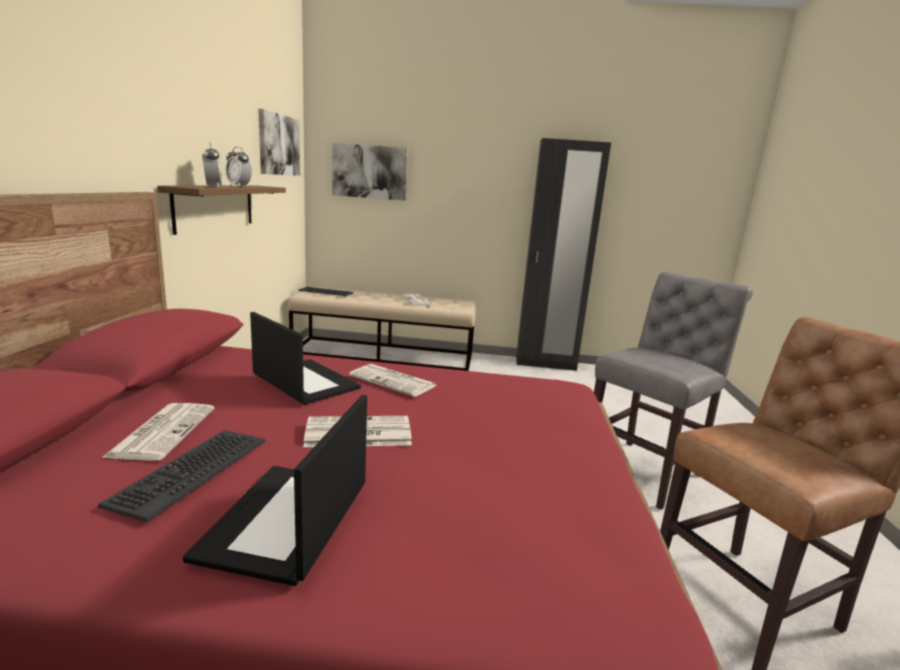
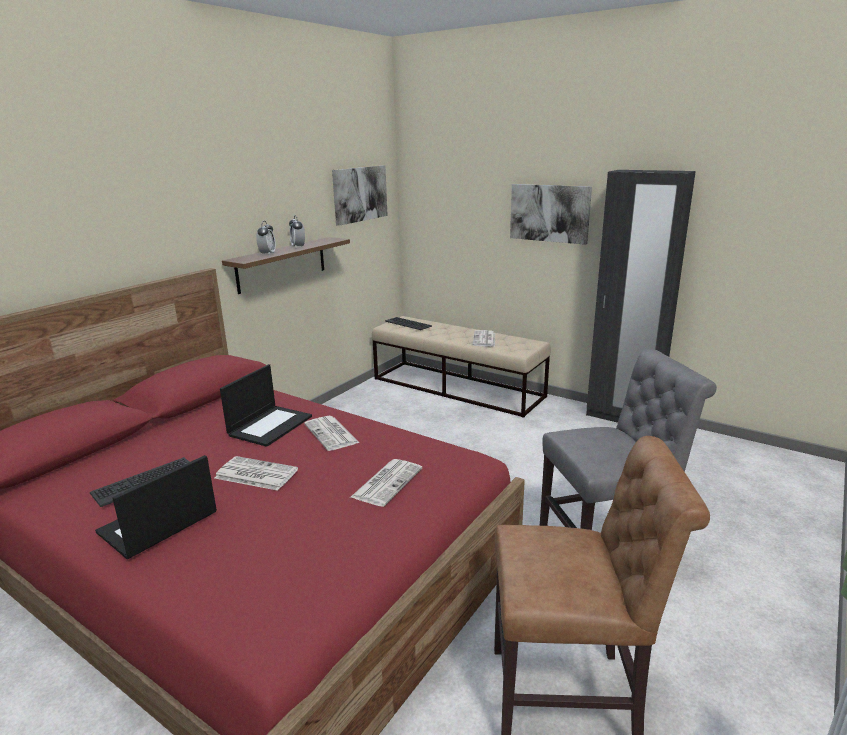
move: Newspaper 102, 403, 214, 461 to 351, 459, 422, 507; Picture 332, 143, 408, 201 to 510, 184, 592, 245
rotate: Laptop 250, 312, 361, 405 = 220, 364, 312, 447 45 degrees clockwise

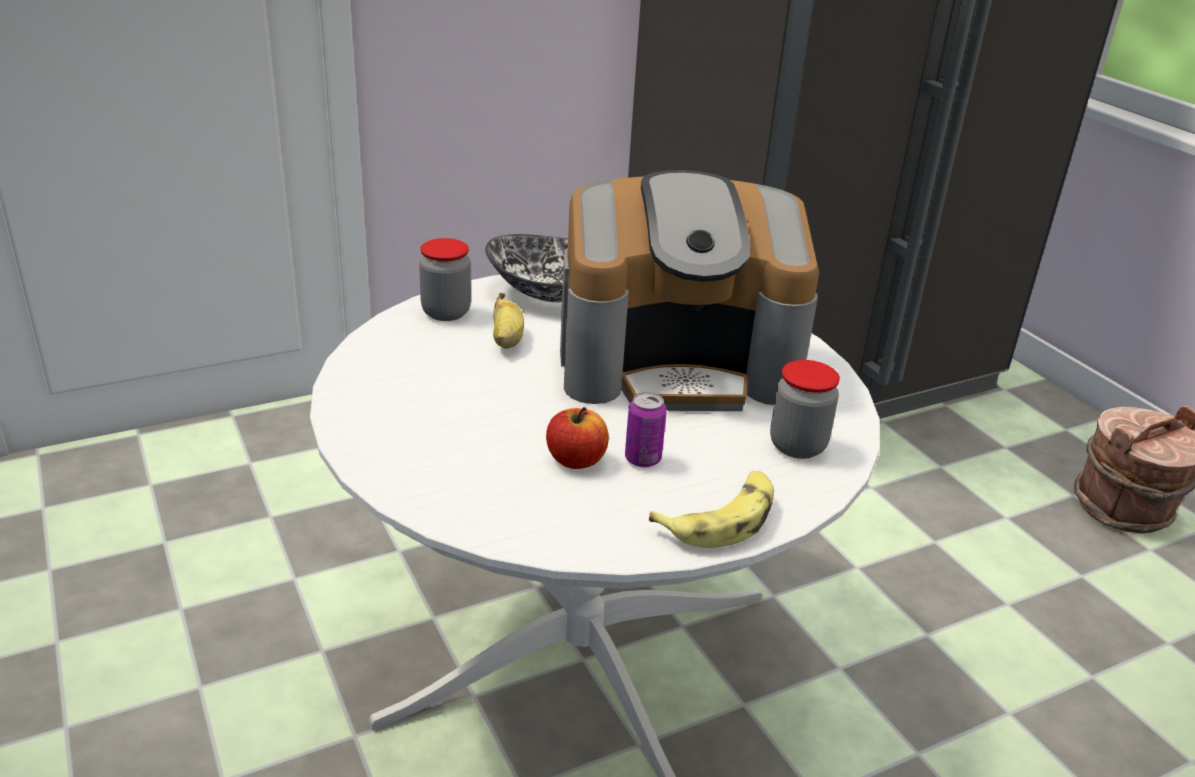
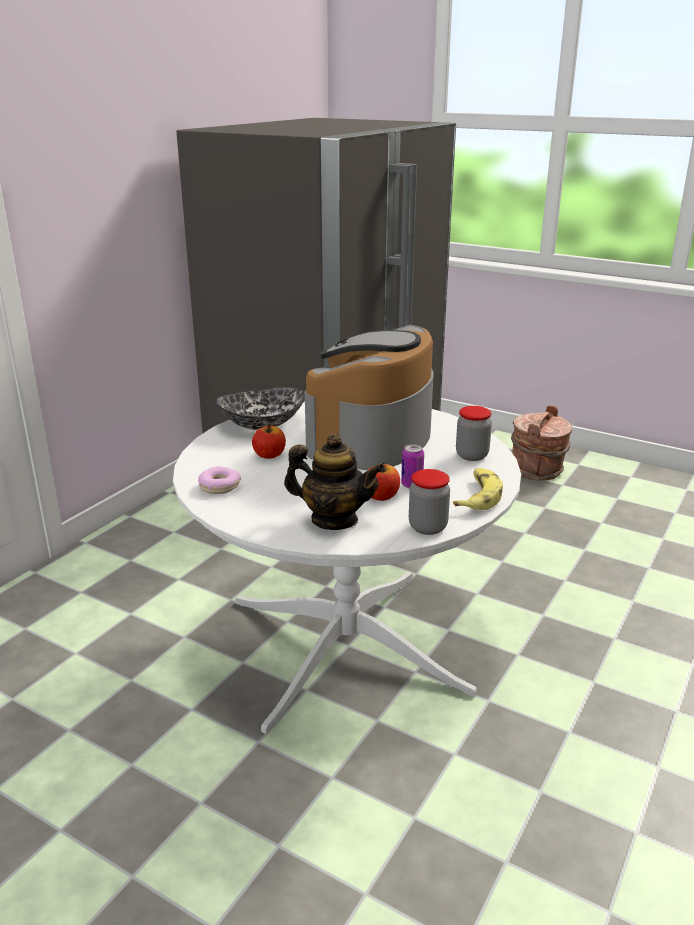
insert: Donut 198, 466, 241, 494; Teapot 284, 434, 385, 530
move: Jar 419, 238, 471, 321 to 409, 469, 450, 535
replace: Banana 493, 293, 524, 349 to Apple 252, 424, 286, 459
rotate: CoffeeMachine 560, 170, 819, 411 = 305, 325, 434, 470 150 degrees clockwise

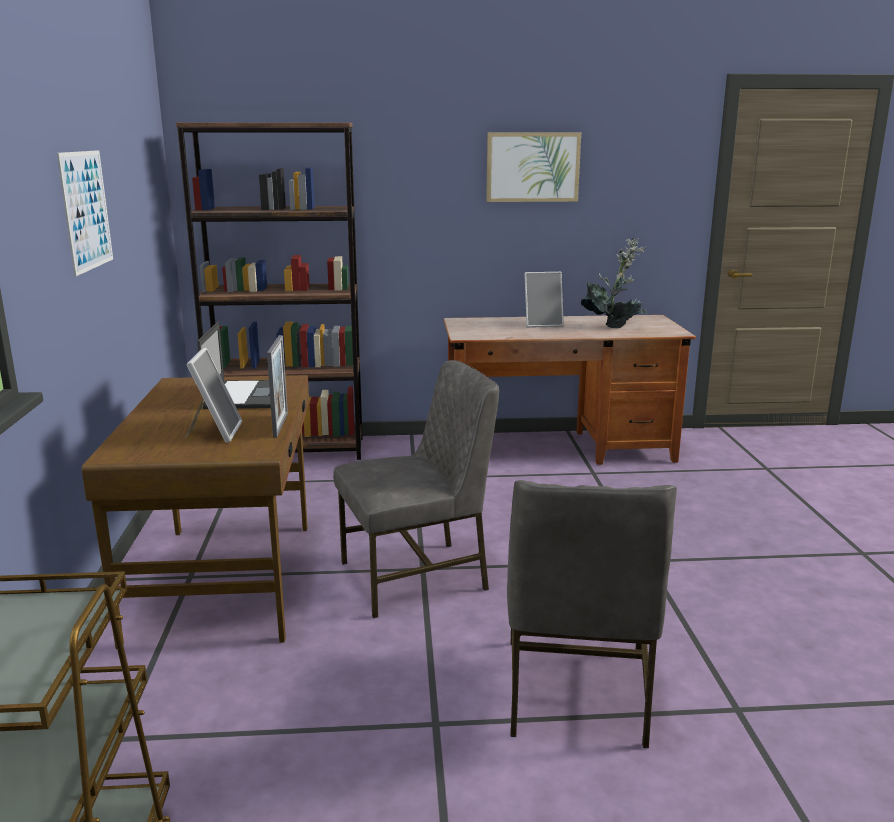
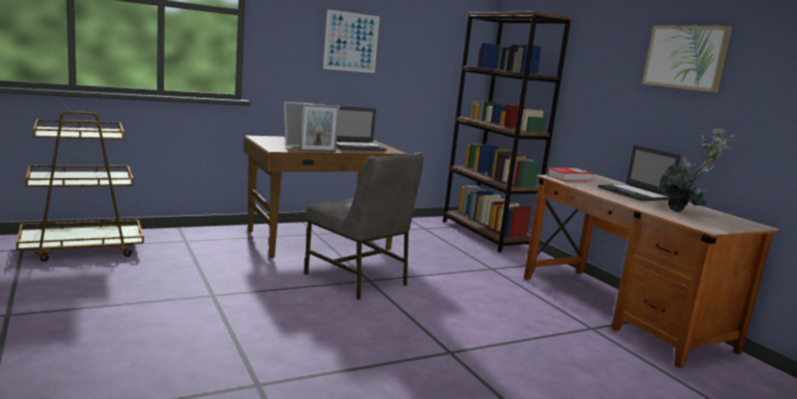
delete: GreyChair 507, 480, 677, 748
insert: Book 548, 168, 593, 181
replace: PictureFrame 524, 272, 564, 328 to Laptop 598, 145, 681, 201

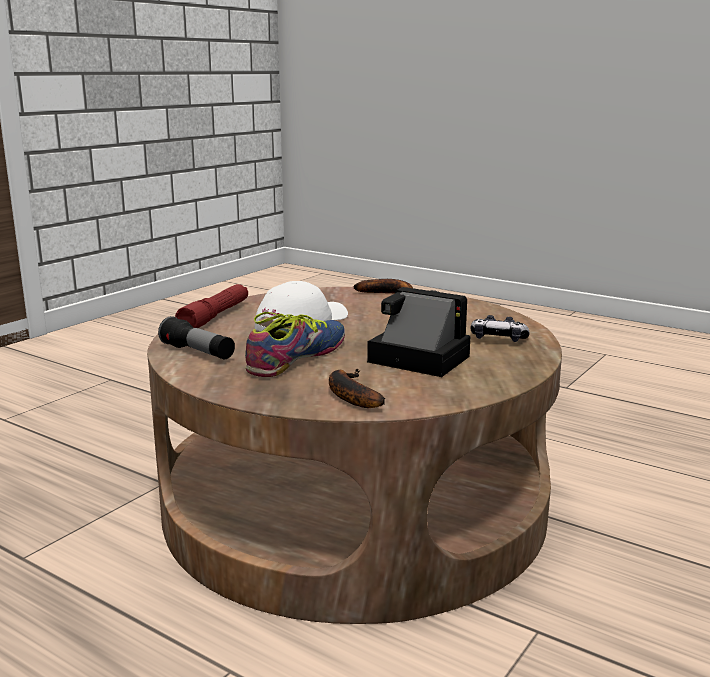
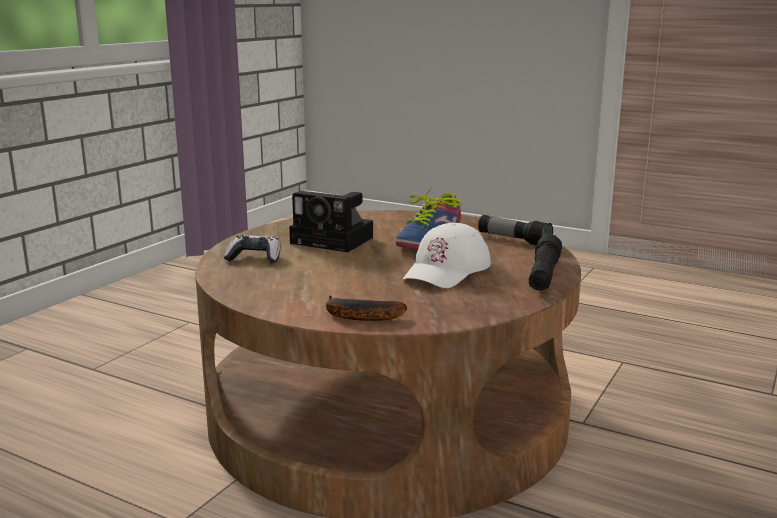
delete: Banana 329, 369, 385, 408
recolor: RedFlashlight 175, 284, 248, 328 to BlackFlashlight 529, 234, 562, 291

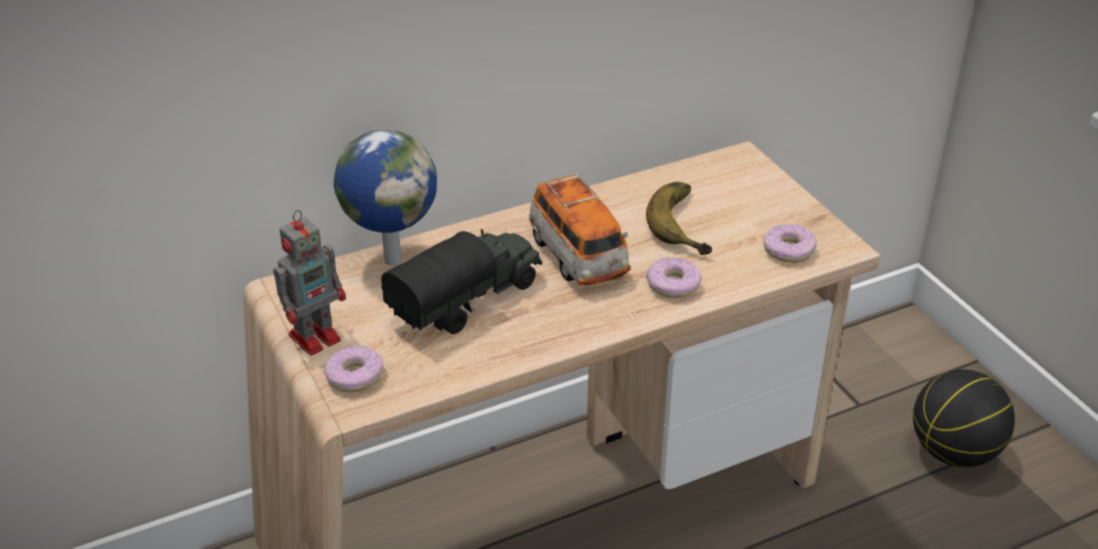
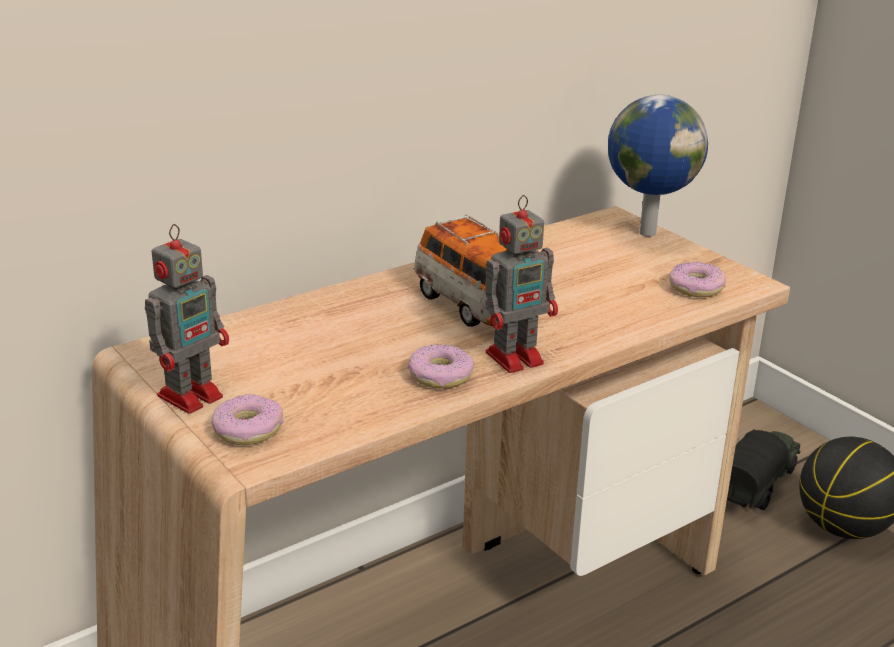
delete: Banana 646, 182, 712, 255
insert: ToyRobot 485, 195, 558, 373
move: Globe 334, 130, 437, 265 to 608, 95, 708, 237; ToyTruck 381, 229, 542, 334 to 727, 429, 801, 510; Donut 646, 257, 702, 298 to 407, 344, 474, 389

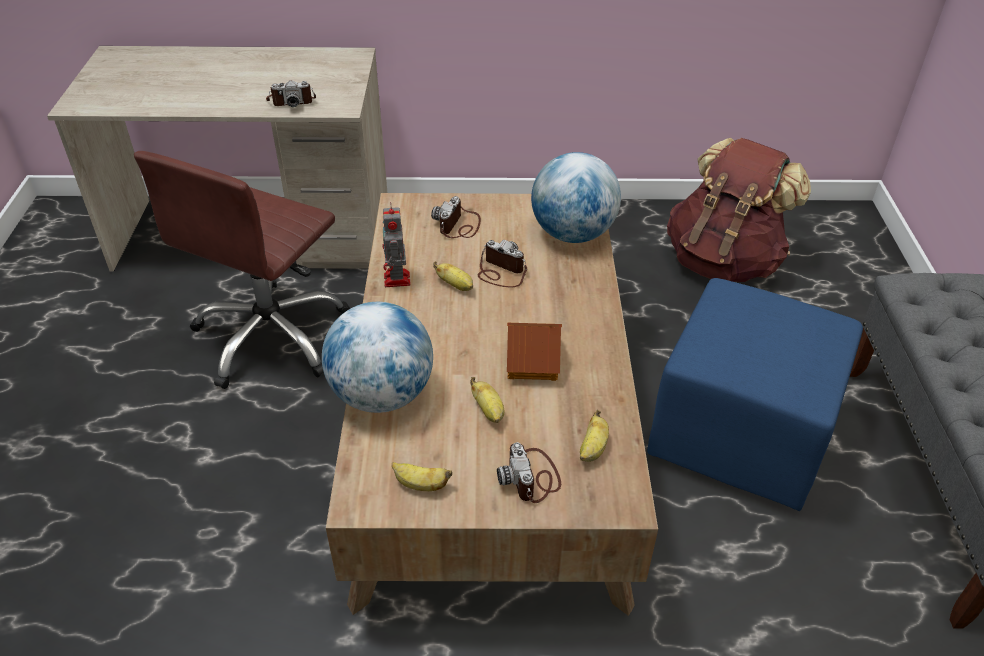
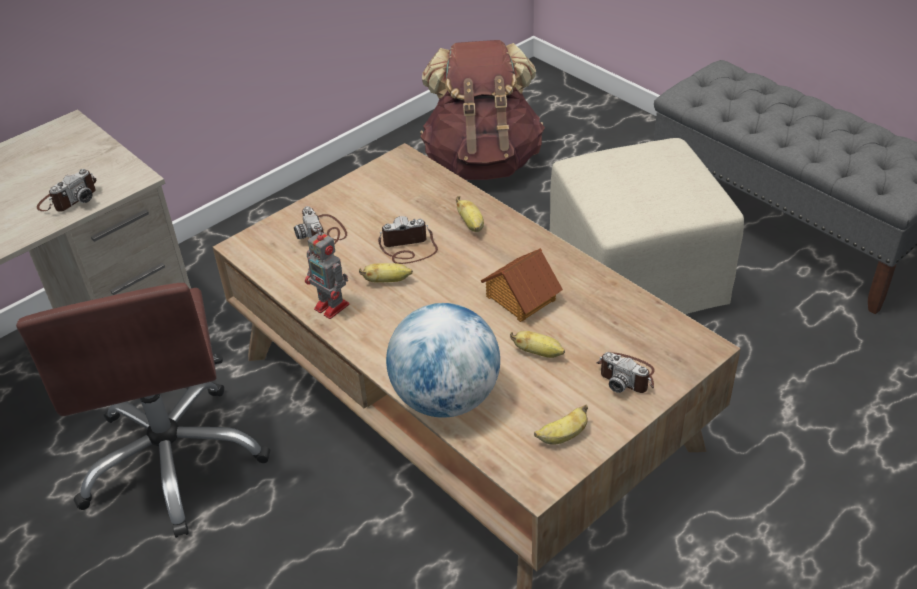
delete: Globe 531, 152, 621, 243
move: Banana 580, 410, 609, 462 to 456, 196, 484, 232
recolor: BlueOttoman 647, 278, 863, 511 to BeigeOttoman 550, 138, 744, 314

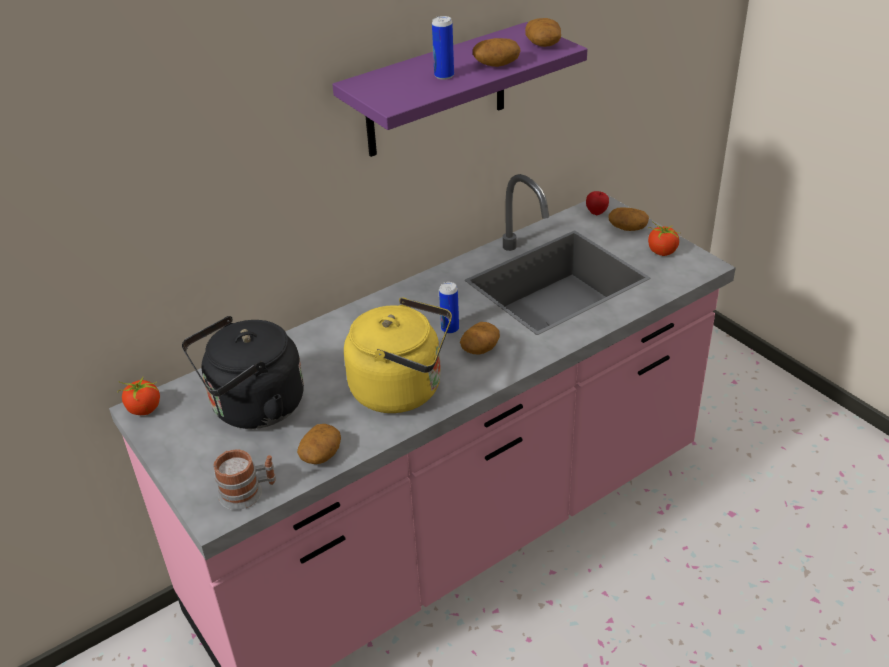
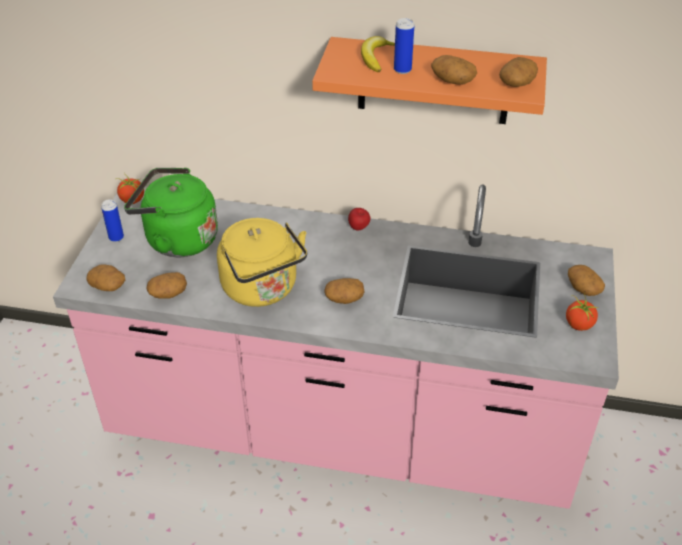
insert: Banana 361, 36, 395, 72
move: Can 439, 282, 459, 334 to 101, 199, 124, 242; Apple 586, 191, 609, 215 to 348, 208, 371, 231
replace: Mug 214, 449, 276, 510 to Potato 87, 264, 125, 291
recolor: BlackKettle 182, 316, 304, 429 to GreenKettle 124, 168, 218, 257; PurpleShelf 332, 22, 587, 157 to OrangeShelf 312, 37, 547, 124

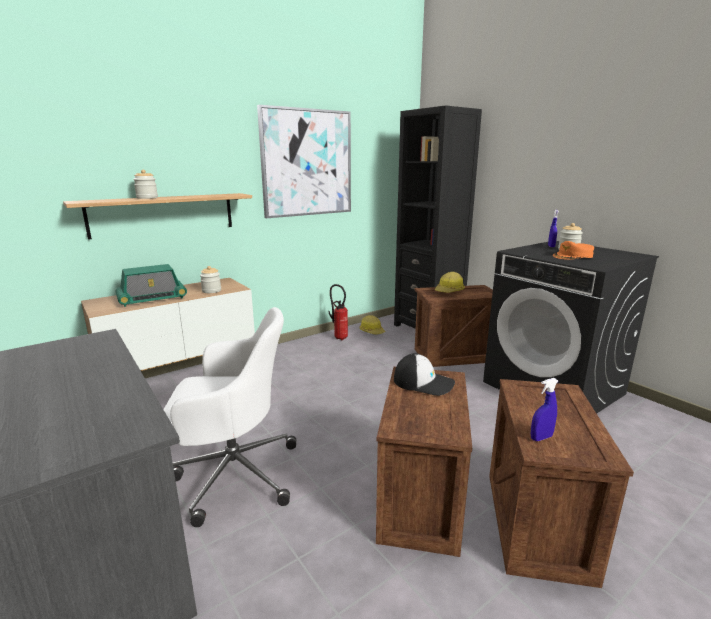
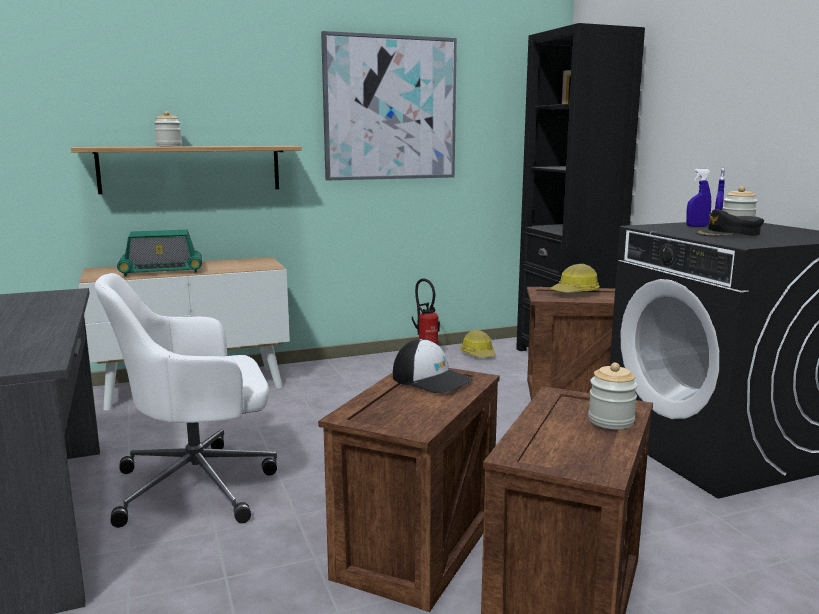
move: Jar 200, 266, 221, 293 to 588, 363, 638, 429; BlueSprayBottle 531, 378, 558, 441 to 686, 169, 711, 227
recolor: OrangeCap 553, 241, 594, 260 to BlackCap 696, 209, 764, 236
rotate: WhiteOfficeChair 163, 307, 297, 527 = 95, 273, 277, 528 150 degrees clockwise

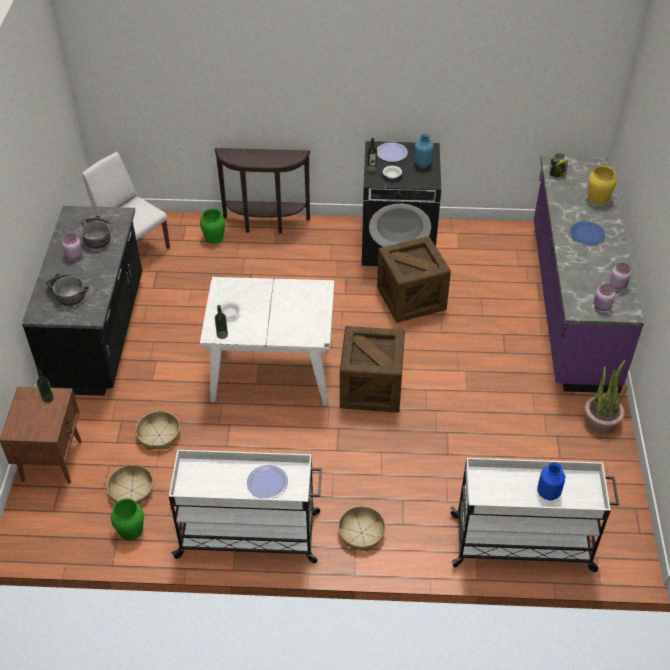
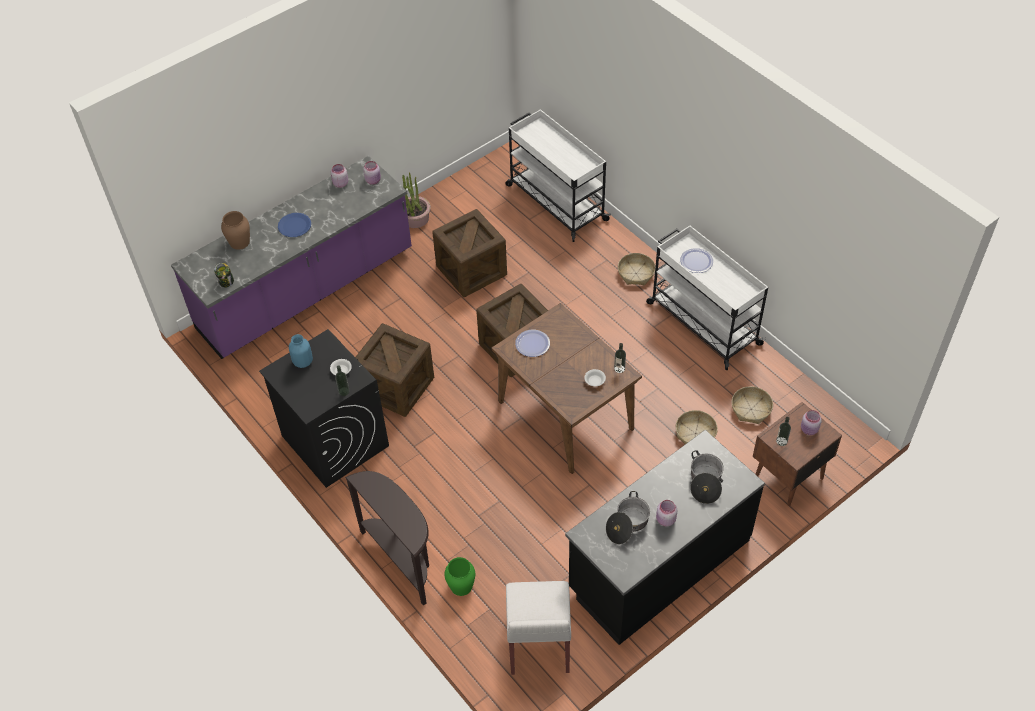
delete: GreenVase 111, 498, 144, 541; BlueVase 537, 462, 565, 500
insert: Crate 432, 209, 507, 297; PinkJar 801, 410, 822, 435
move: Plate 377, 142, 408, 162 to 515, 330, 550, 357
recolor: WhiteDiningTable 200, 277, 334, 406 to BrownDiningTable 491, 303, 642, 474; YellowVase 588, 165, 617, 205 to BrownVase 221, 211, 250, 250

